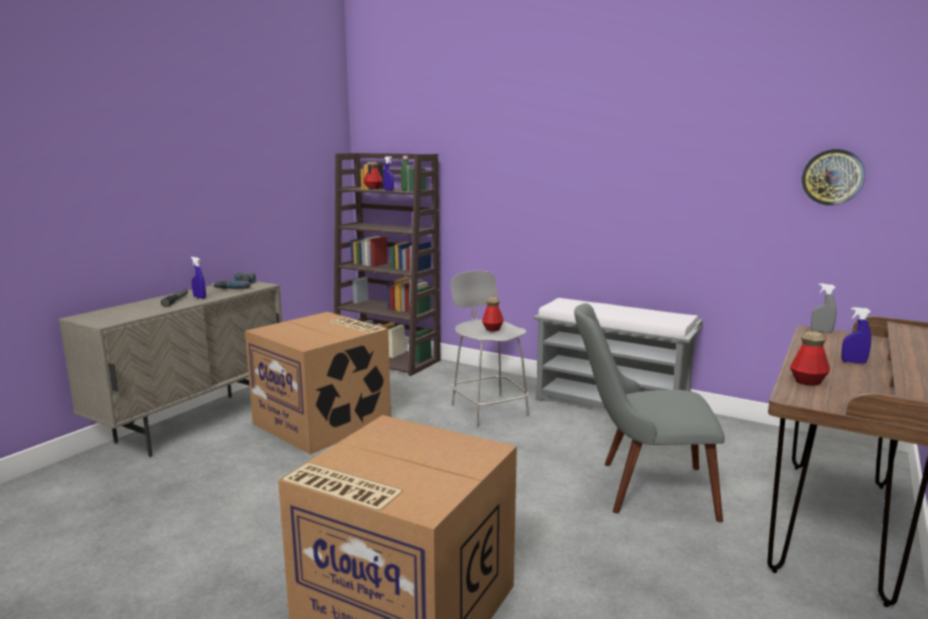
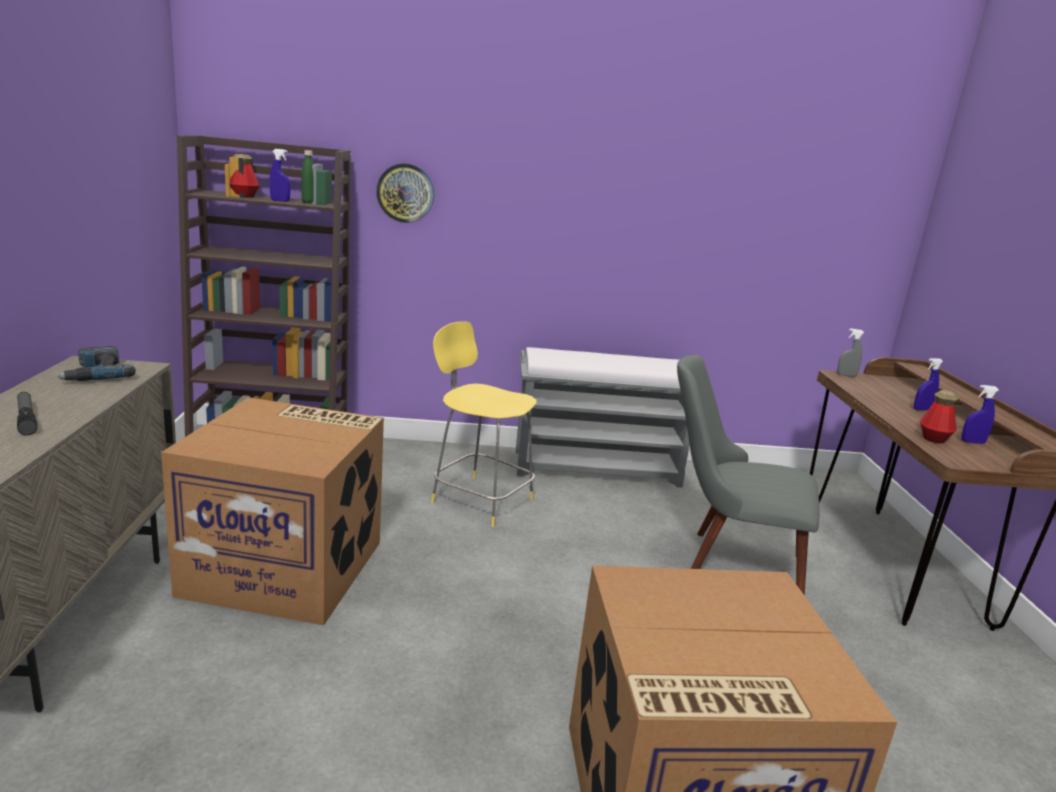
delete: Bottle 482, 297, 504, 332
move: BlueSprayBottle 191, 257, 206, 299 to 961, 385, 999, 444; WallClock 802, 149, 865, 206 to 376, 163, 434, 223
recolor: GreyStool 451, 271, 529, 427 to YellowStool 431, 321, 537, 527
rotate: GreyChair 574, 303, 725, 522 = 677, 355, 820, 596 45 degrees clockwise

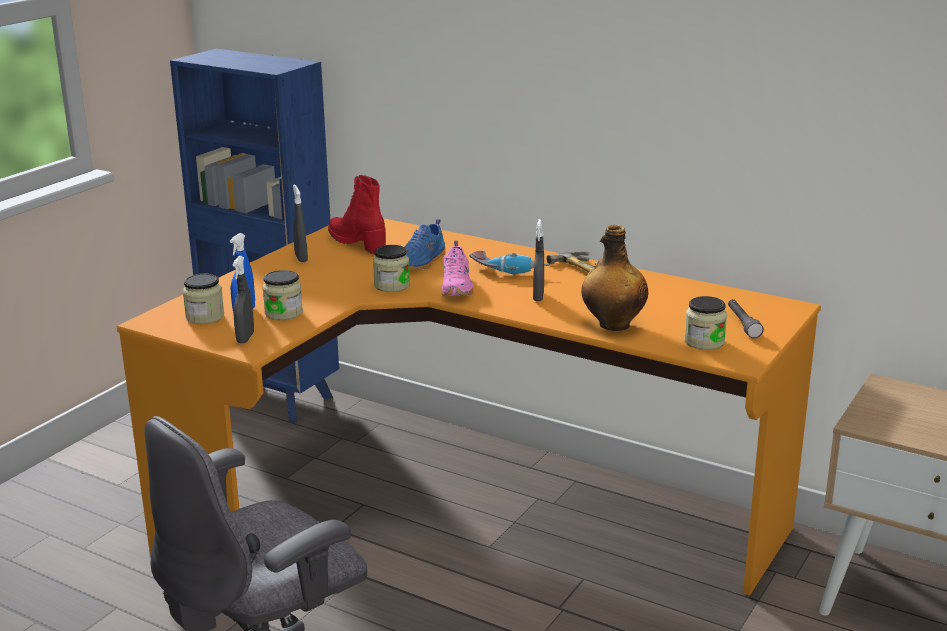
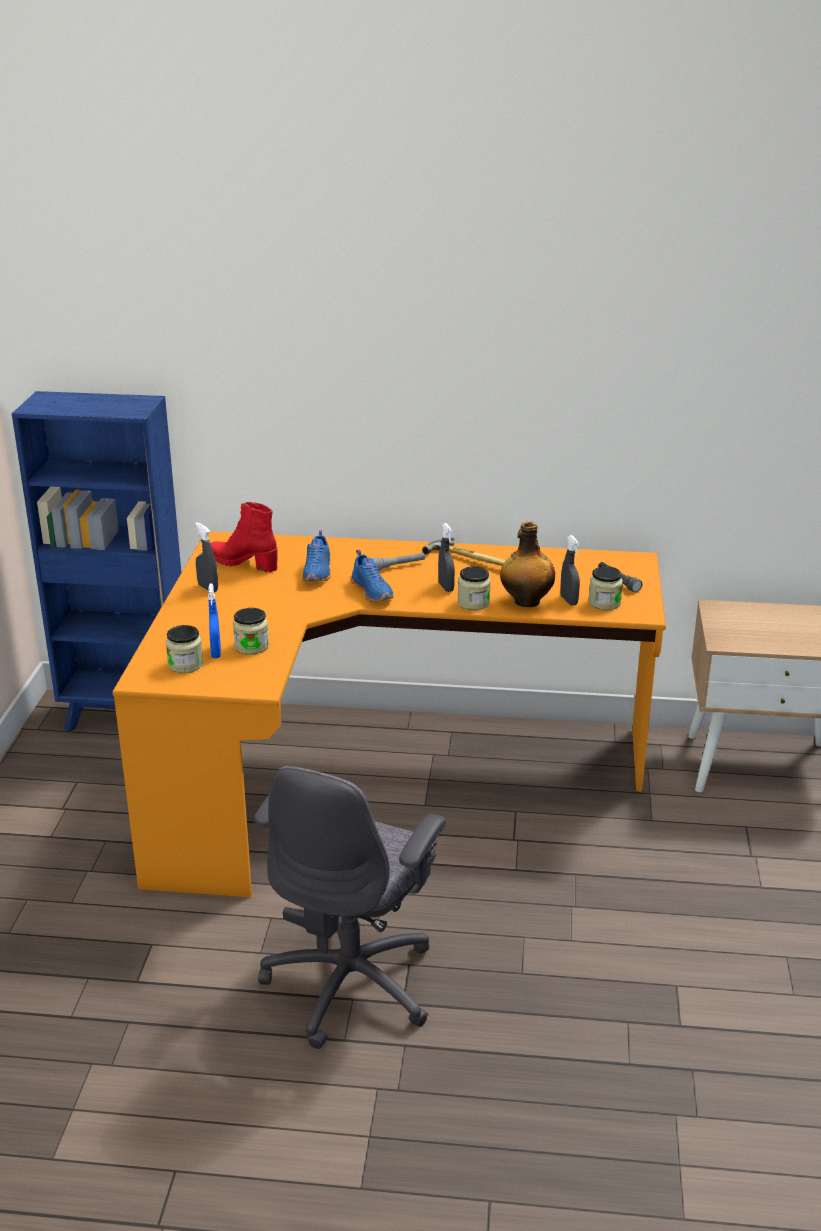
move: GreySprayBottle 233, 256, 254, 343 to 560, 535, 580, 605; Jar 373, 245, 410, 292 to 458, 566, 491, 610
replace: PowerDrill 469, 251, 549, 275 to GreyFlashlight 371, 553, 425, 571
recolor: PinkShoe 441, 241, 474, 296 to BlueShoe 351, 550, 394, 602

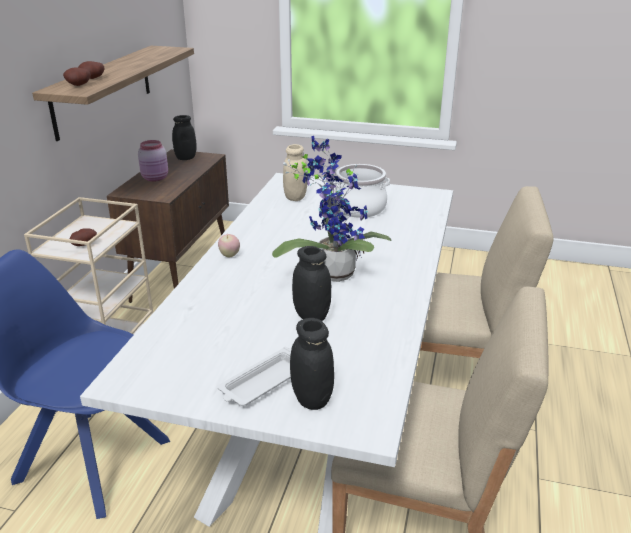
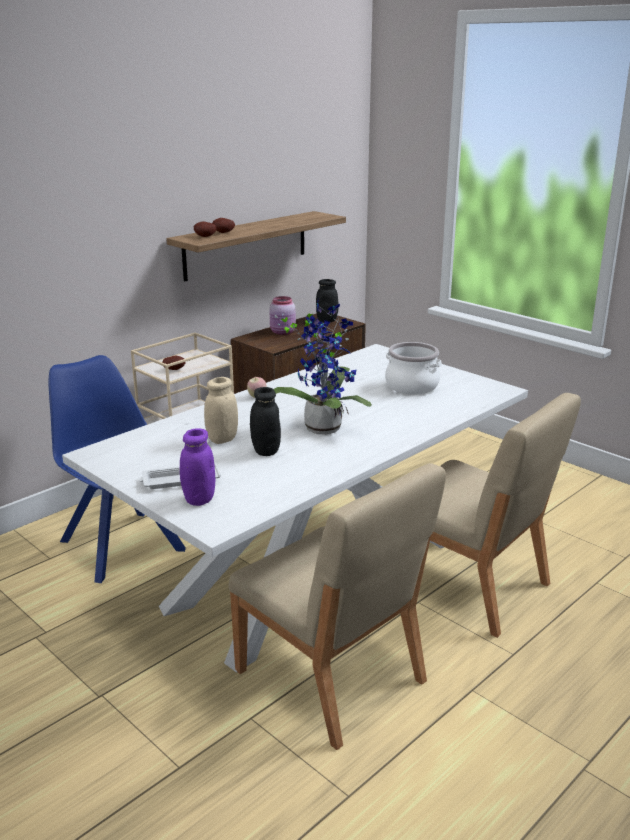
move: BeigeJar 283, 144, 307, 201 to 204, 377, 238, 444
recolor: BlackJar 290, 318, 334, 410 to PurpleJar 180, 428, 215, 506

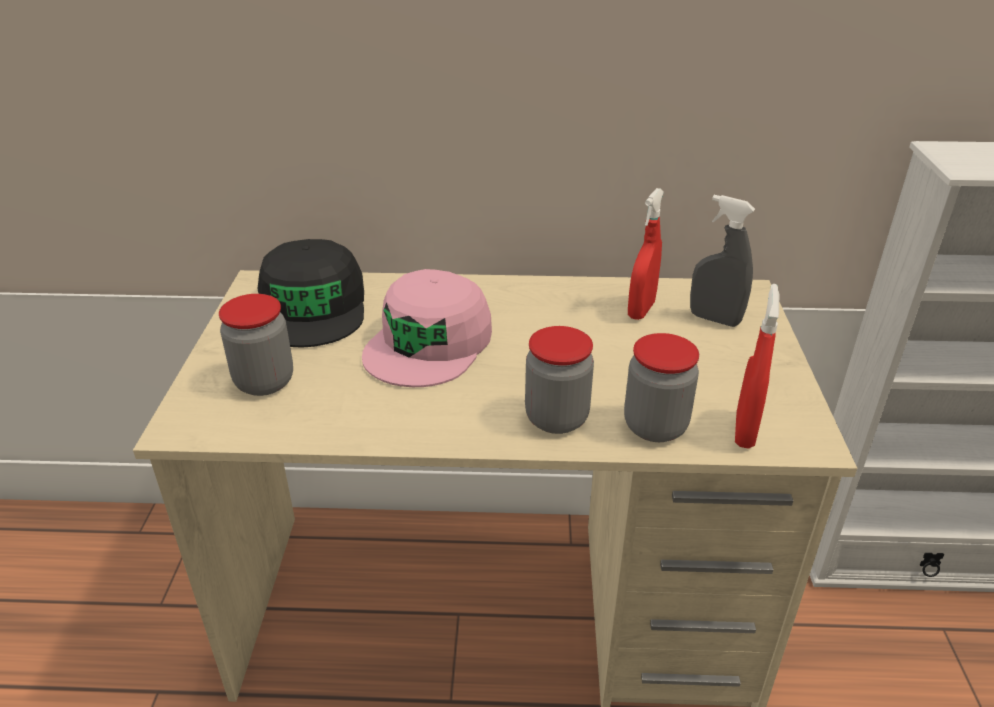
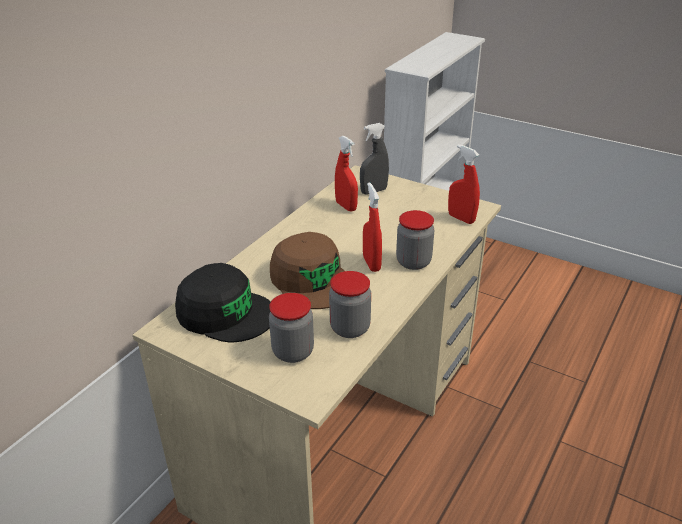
insert: RedSprayBottle 363, 182, 382, 272
move: Jar 624, 333, 699, 442 to 329, 271, 371, 338
recolor: PinkCap 362, 269, 492, 387 to BrownCap 270, 232, 344, 309

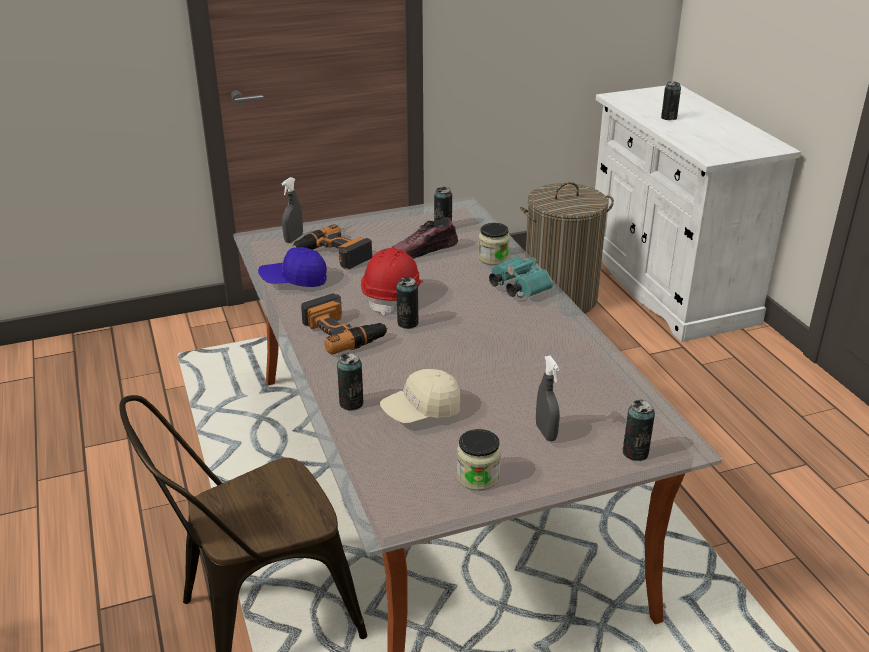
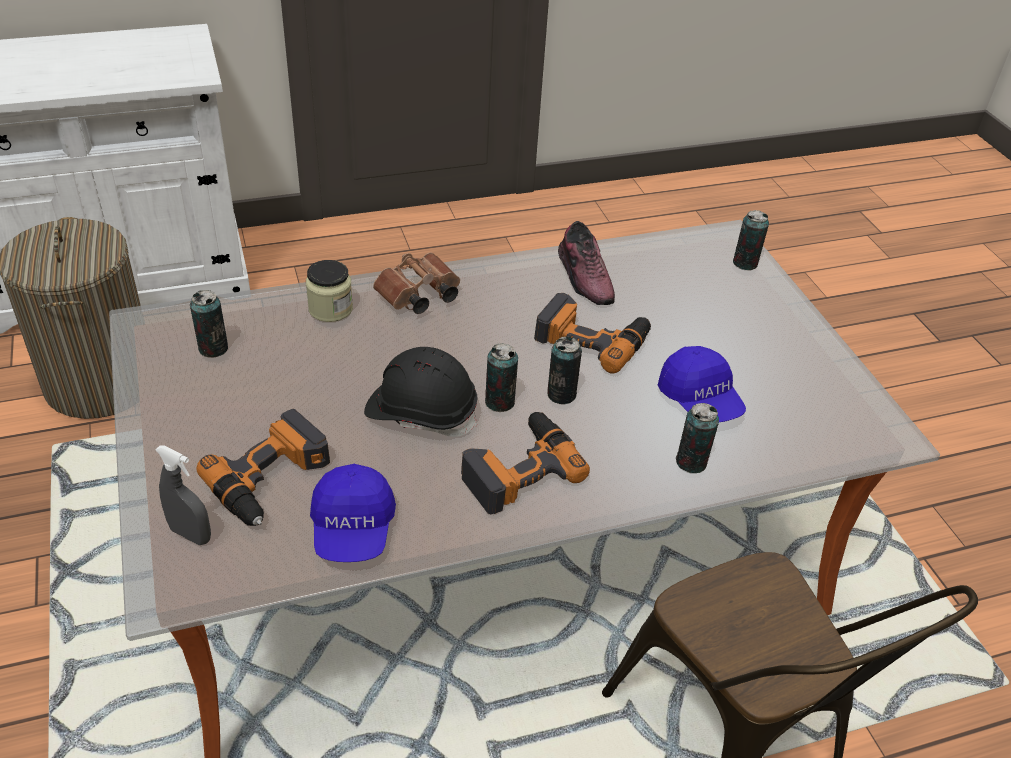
delete: Jar 457, 429, 501, 490; GreySprayBottle 536, 356, 560, 441
insert: PowerDrill 534, 293, 651, 374
move: Shoe 391, 217, 458, 258 to 558, 221, 615, 305; Can 661, 81, 681, 120 to 547, 336, 582, 404
recolor: RedHardHat 361, 248, 423, 316 to BlackHardHat 364, 347, 477, 437; BeigeCap 380, 369, 460, 423 to BlueCap 658, 346, 746, 422; TurquoiseBinoculars 489, 256, 553, 298 to BrownBinoculars 373, 253, 460, 314

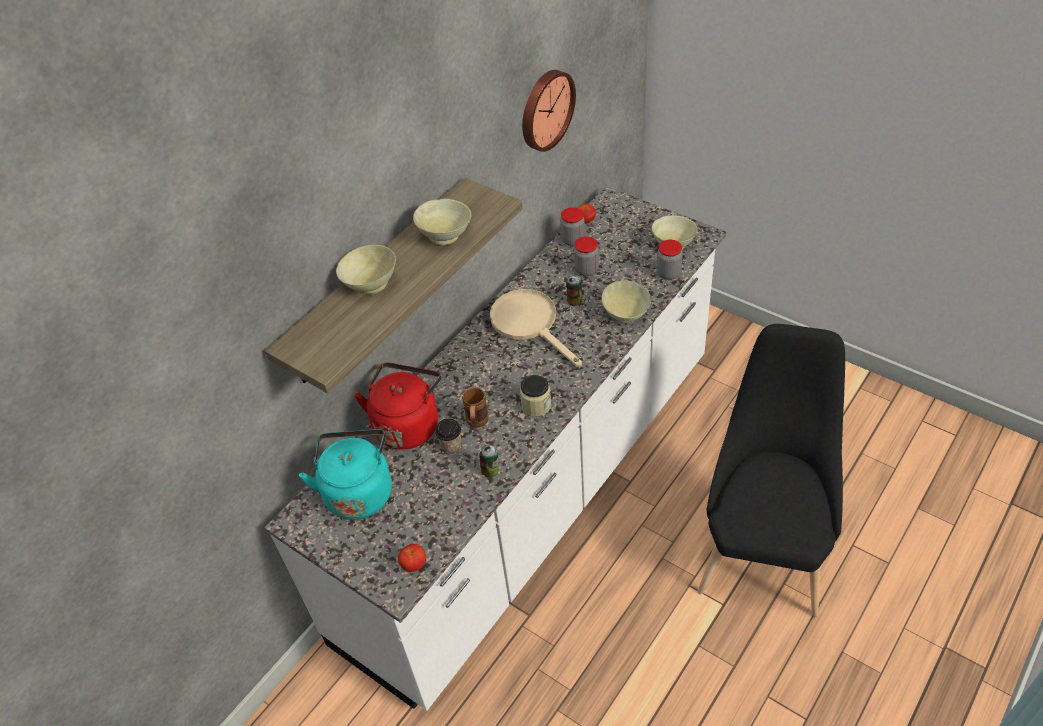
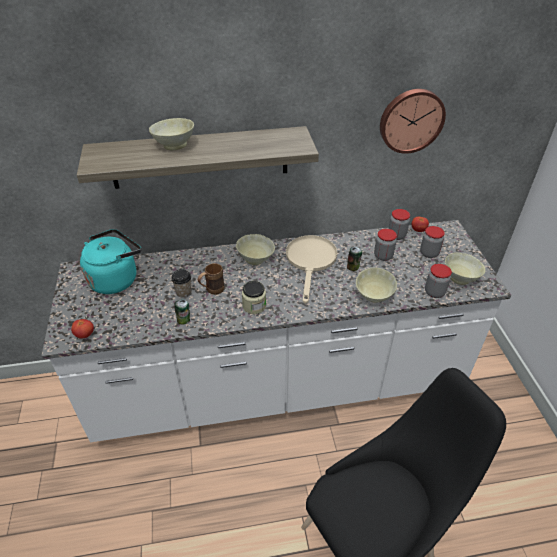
delete: RedKettle 354, 363, 441, 450
insert: Jar 420, 226, 445, 258
move: BeigeBowl 413, 199, 471, 245 to 236, 234, 275, 265

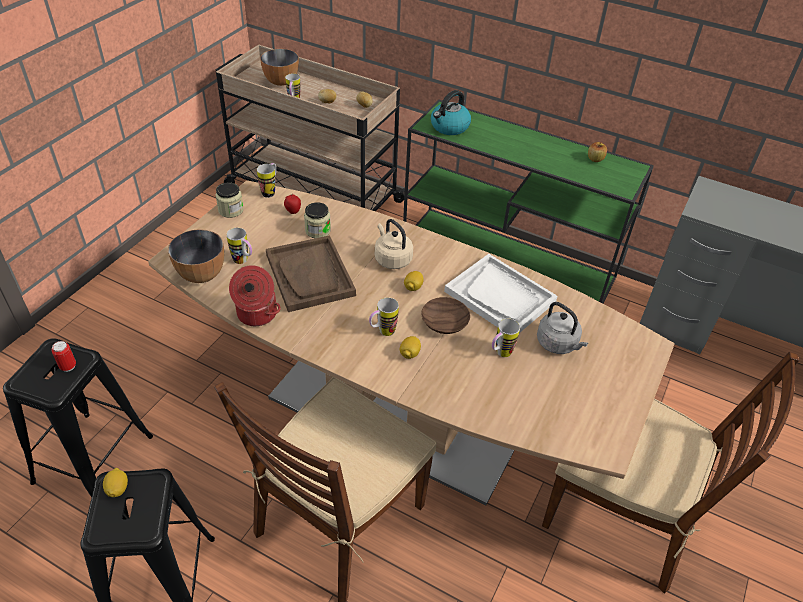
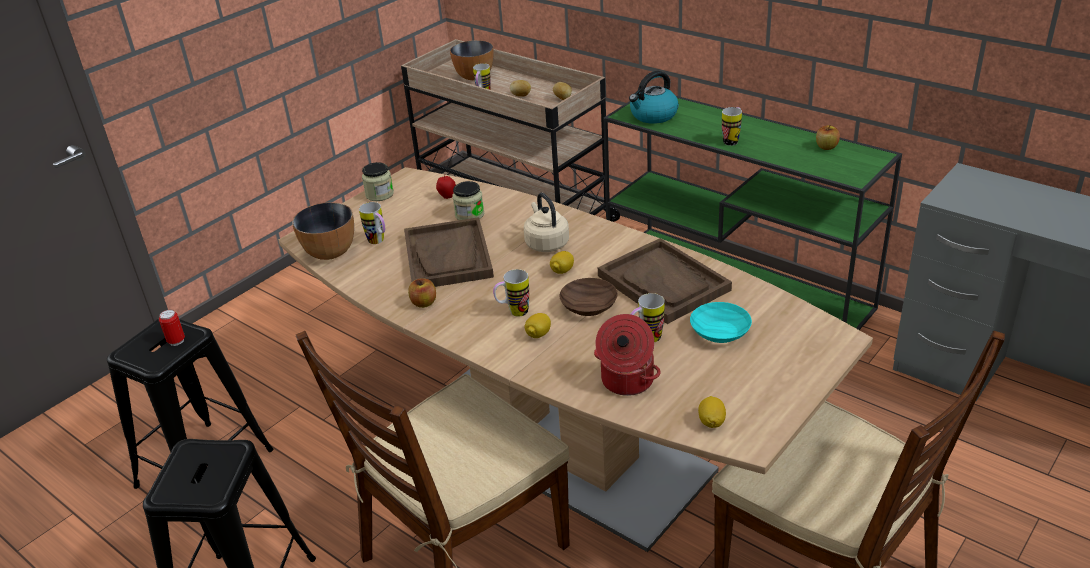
insert: Apple 408, 278, 436, 308
move: Lemon 103, 468, 128, 497 to 698, 396, 726, 428; CookingPot 229, 265, 281, 326 to 594, 314, 661, 396; Mug 257, 163, 276, 198 to 722, 107, 742, 146
replace: GreyKettle 537, 302, 588, 354 to TurquoiseBowl 690, 302, 752, 343
recolor: WhiteTray 444, 254, 557, 333 to BrownTray 598, 238, 732, 324

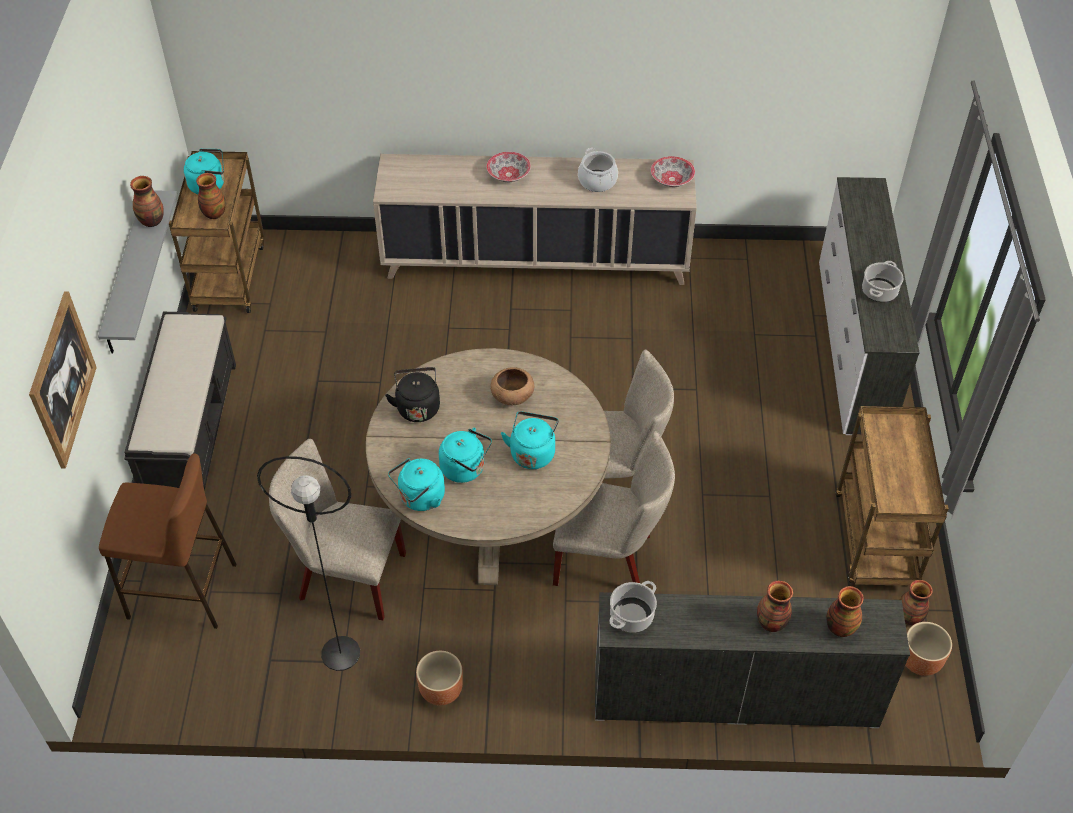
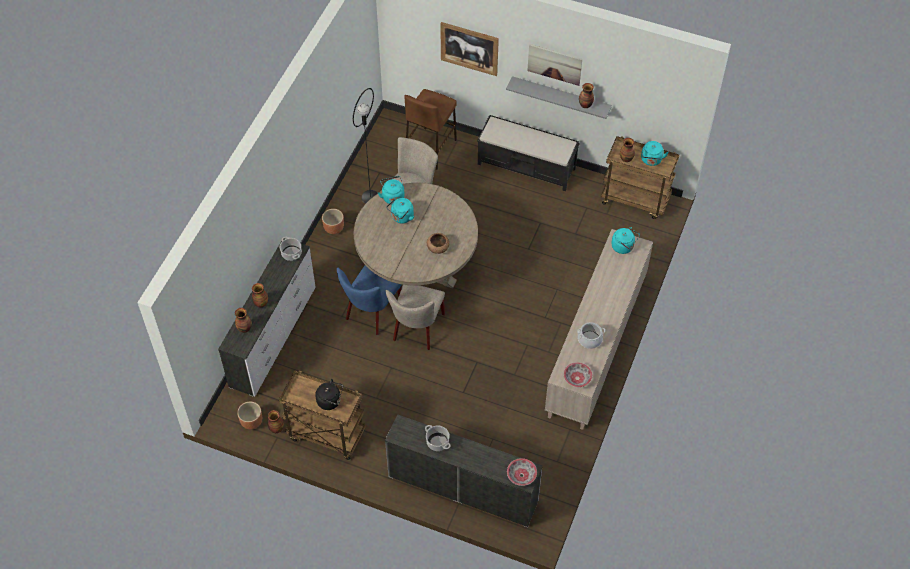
insert: Picture 527, 44, 582, 86
move: BlackKettle 385, 367, 440, 422 to 315, 379, 343, 410; Bowl 486, 152, 531, 182 to 507, 458, 537, 486; TurquoiseKettle 501, 412, 559, 469 to 611, 227, 640, 254
recolor: BeigeChair 553, 431, 675, 586 to BlueChair 337, 265, 402, 335

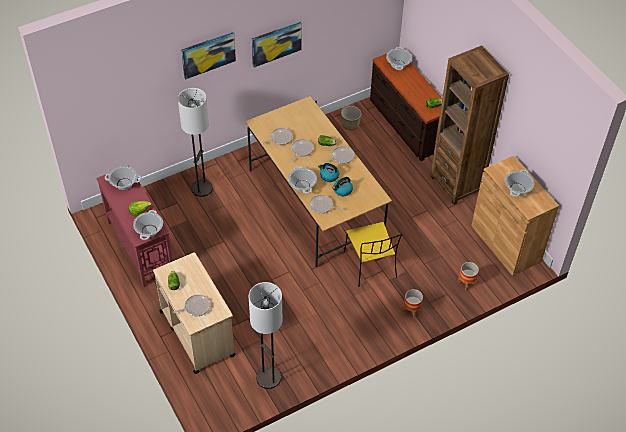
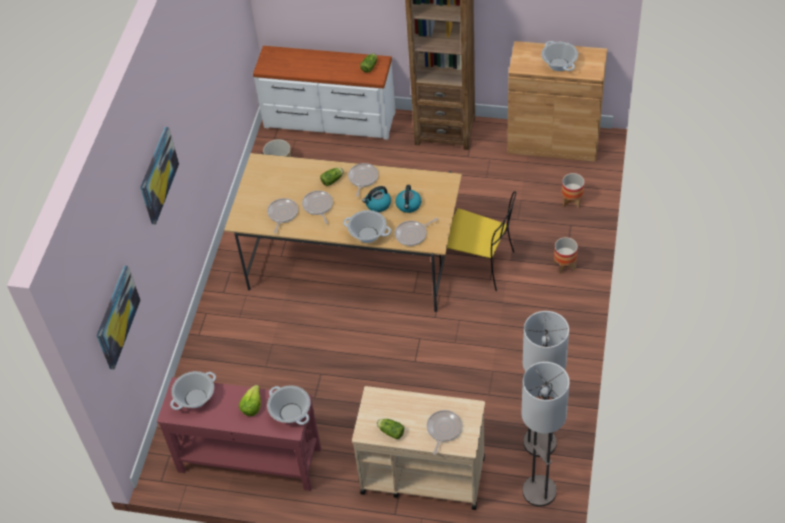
delete: CookingPot 386, 47, 412, 70
move: FloorLamp 178, 88, 213, 197 to 521, 362, 570, 507; Picture 252, 21, 302, 68 to 96, 266, 141, 370
recolor: BrownDresser 370, 54, 442, 161 to WhiteDresser 253, 46, 396, 140

